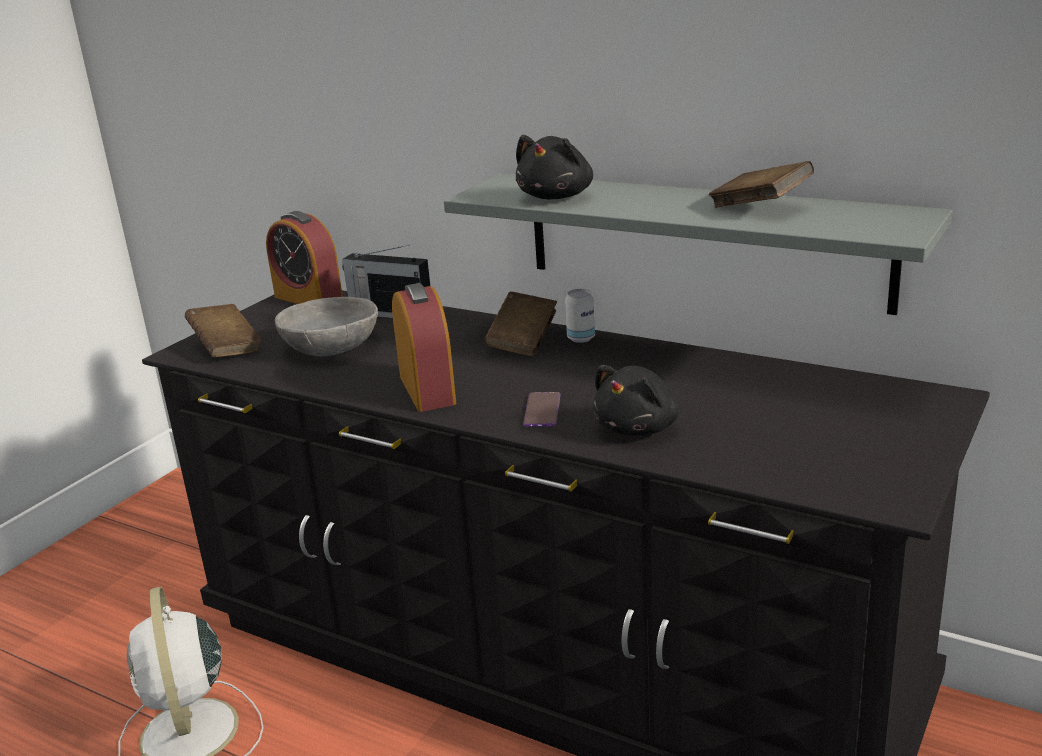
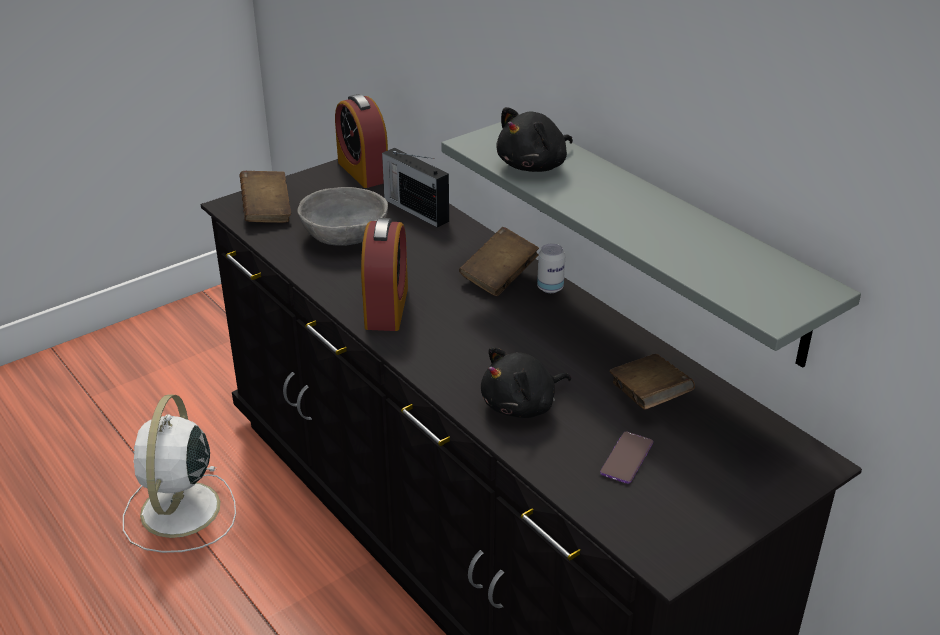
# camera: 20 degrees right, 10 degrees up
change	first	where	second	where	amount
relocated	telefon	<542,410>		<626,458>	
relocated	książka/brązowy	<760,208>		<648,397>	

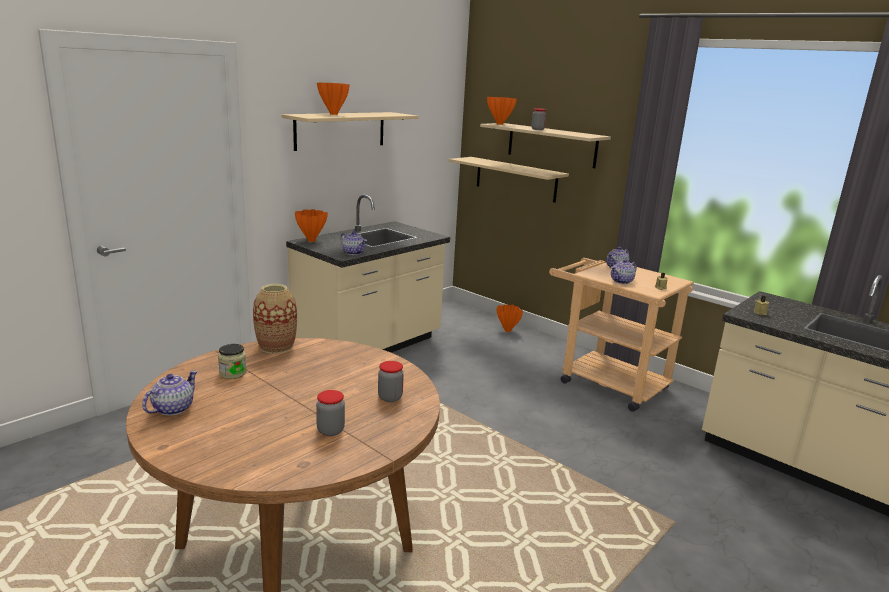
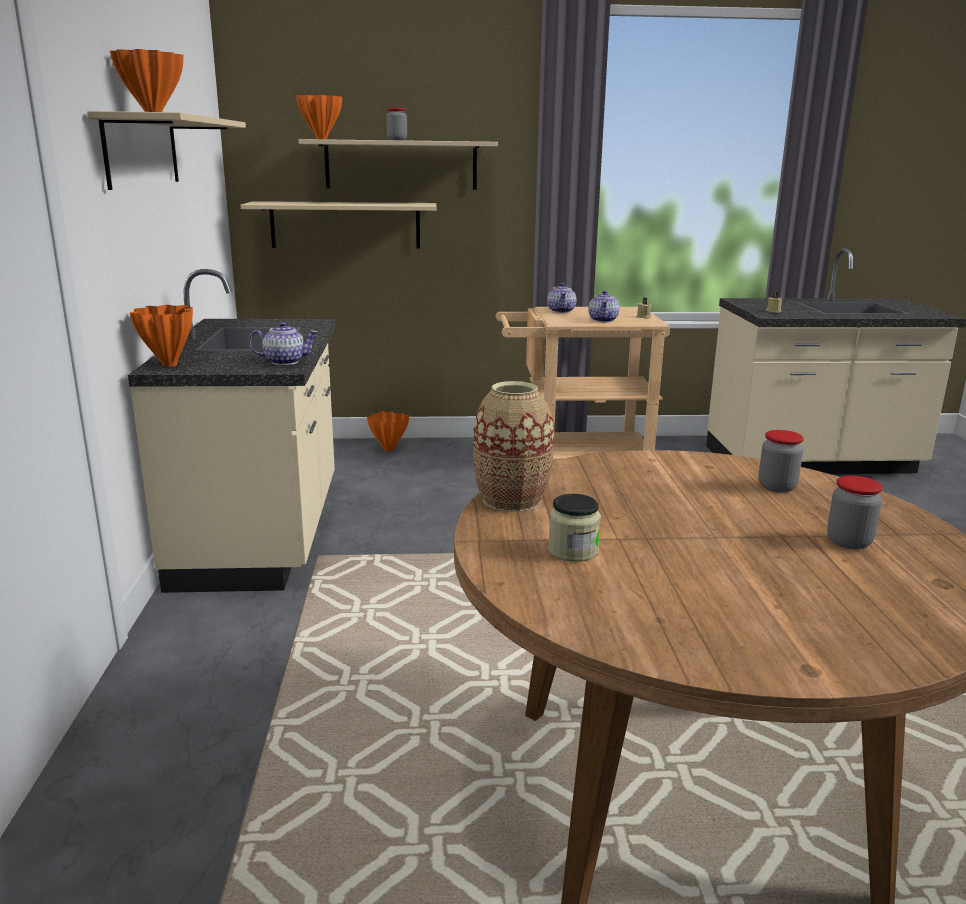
# camera: 45 degrees left, 0 degrees up
change	first	where	second	where	amount
missing	imbryk	<172,409>			

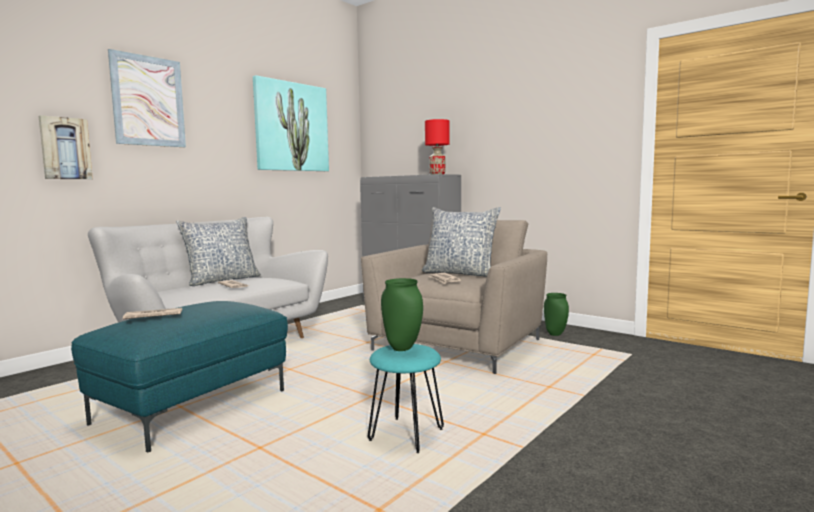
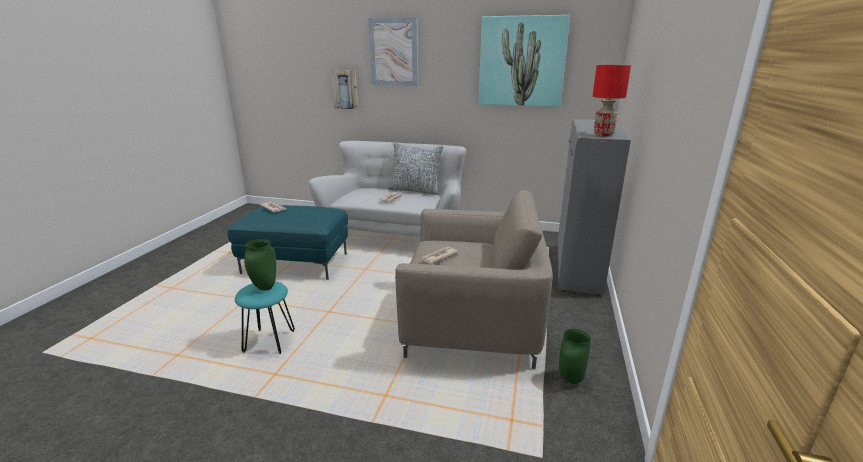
# camera: 65 degrees right, 15 degrees up
change	first	where	second	where	amount
missing	poduszka	<460,273>			

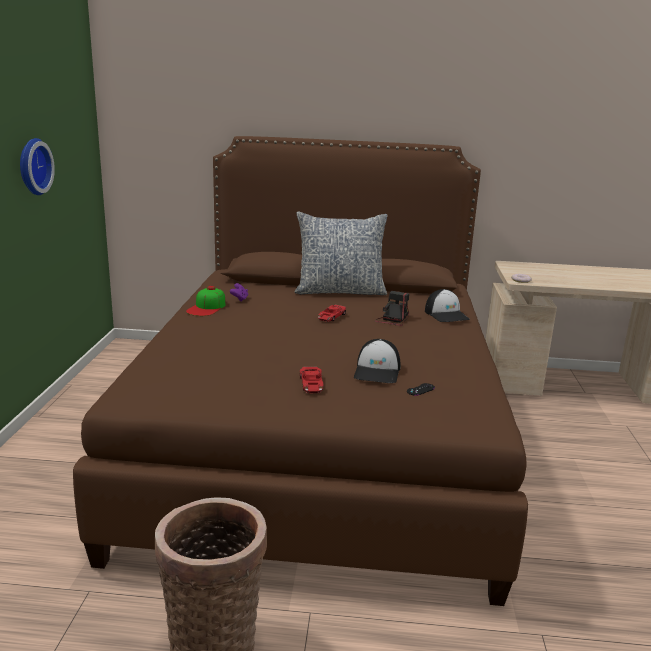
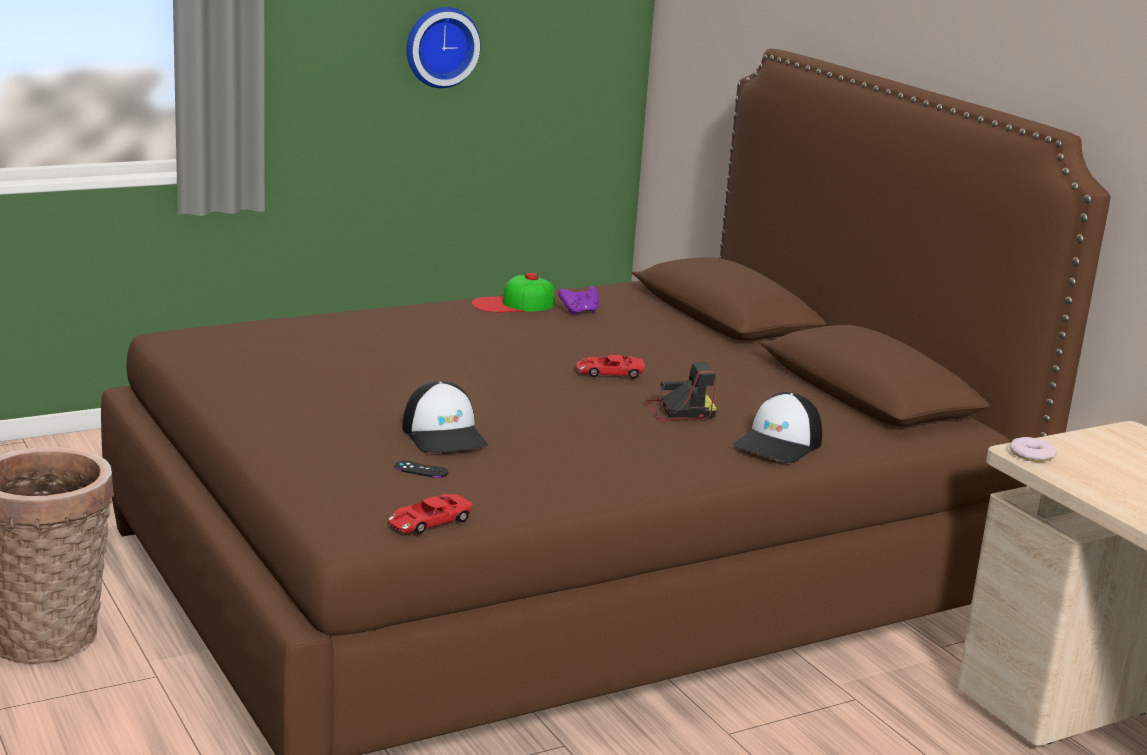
# camera: 55 degrees right, 0 degrees up
change	first	where	second	where	amount
missing	poduszka	<340,291>			
relocated	samochodzik/czerwony	<311,384>		<429,522>	
spun	czapka z daszkiem	<377,371>		<445,435>	90 degrees counterclockwise

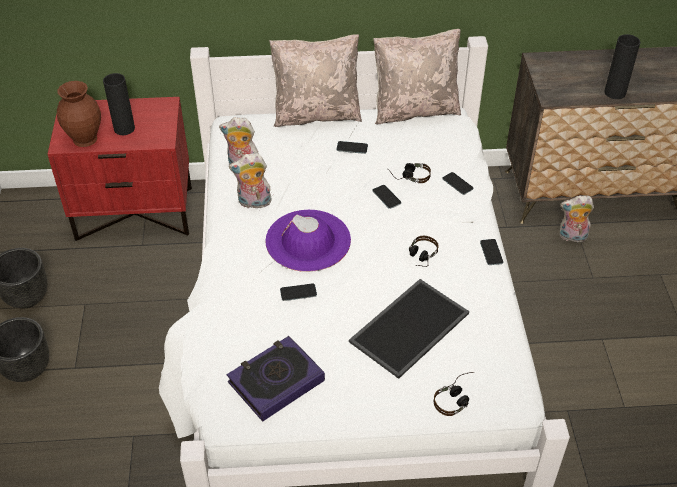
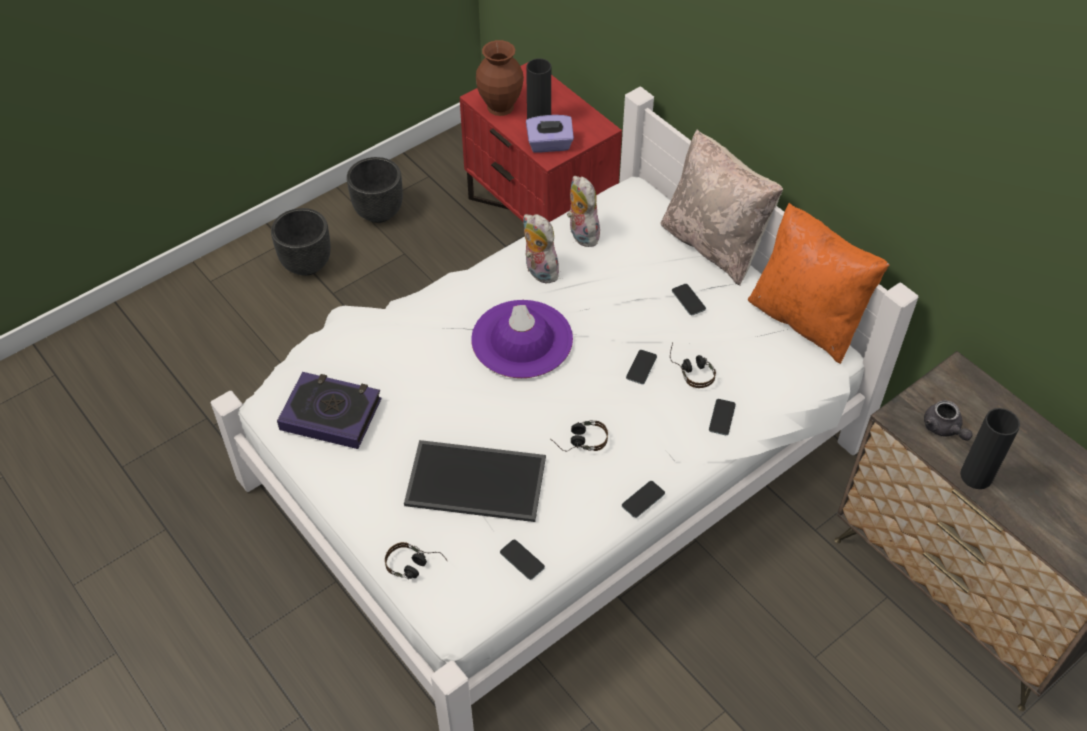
# camera: 55 degrees right, 5 degrees up
change	first	where	second	where	amount
relocated	telefon	<298,292>		<522,559>	
colour	poduszka/beżowy	<415,110>	poduszka/pomarańczowy	<806,319>	
missing	pluszak	<572,237>			
appeared			pudełko chusteczek/fioletowy	<549,145>	
appeared			imbryk/szary	<944,429>	

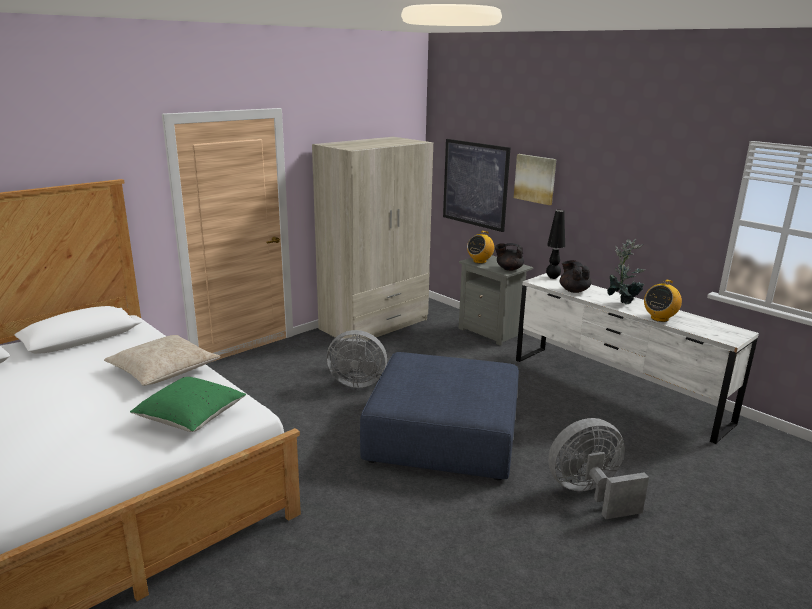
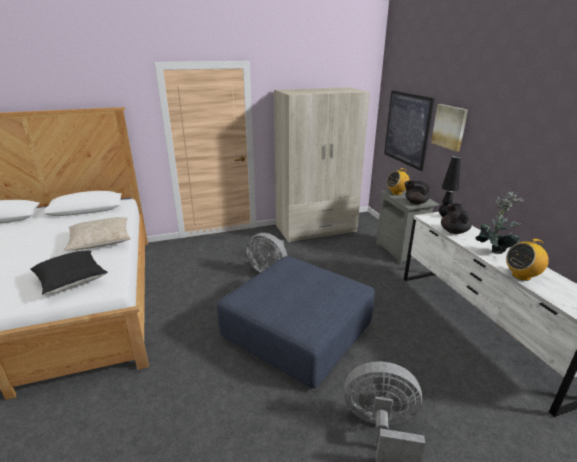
# camera: 25 degrees right, 5 degrees up
change	first	where	second	where	amount
colour	poduszka/zielony	<191,418>	poduszka/czarny	<72,281>	

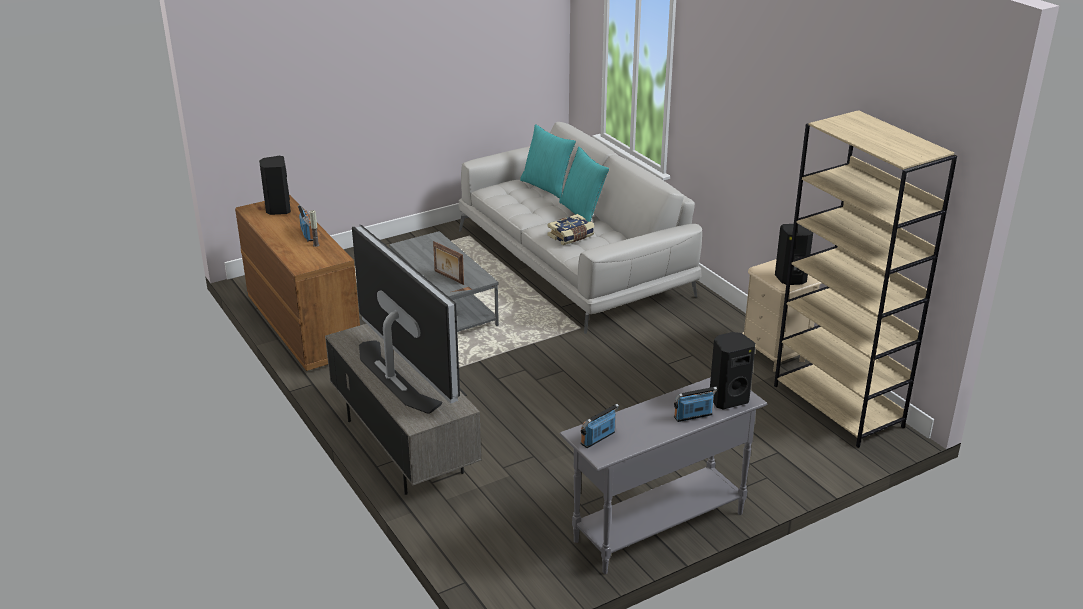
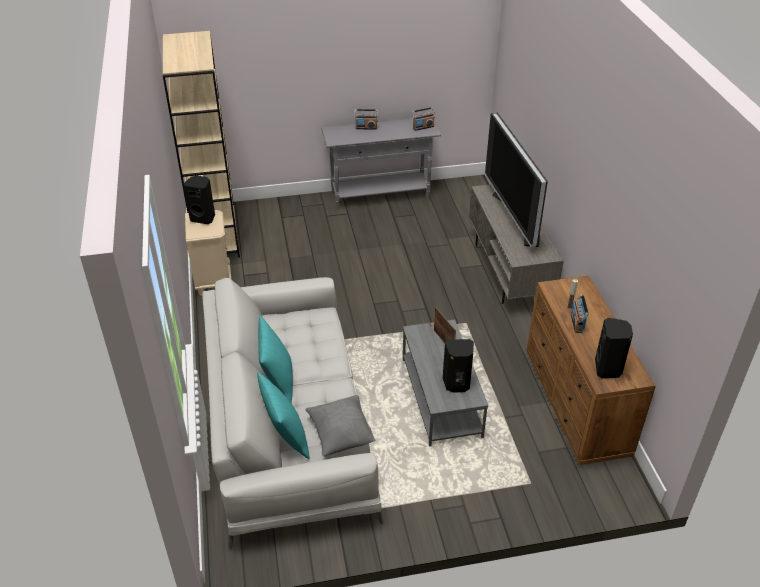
# camera: 160 degrees left, 10 degrees up
change	first	where	second	where	amount
missing	książka	<571,236>			
relocated	głośnik/czarny	<727,399>		<457,384>	
appeared			poduszka/szary	<341,434>	

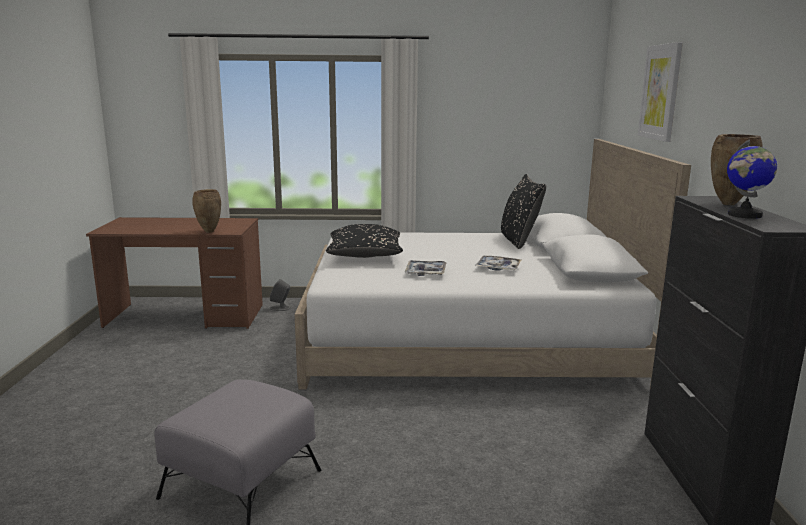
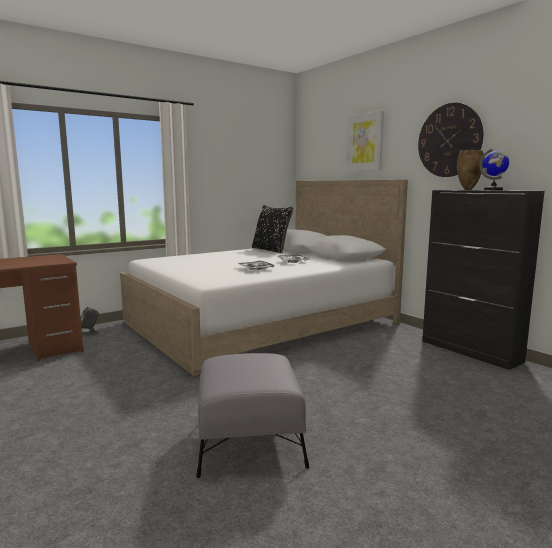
# camera: 35 degrees left, 5 degrees down
change	first	where	second	where	amount
missing	wazon/brązowy	<208,232>			
missing	poduszka/czarny	<365,256>			
appeared			zegar ścienny	<449,140>	

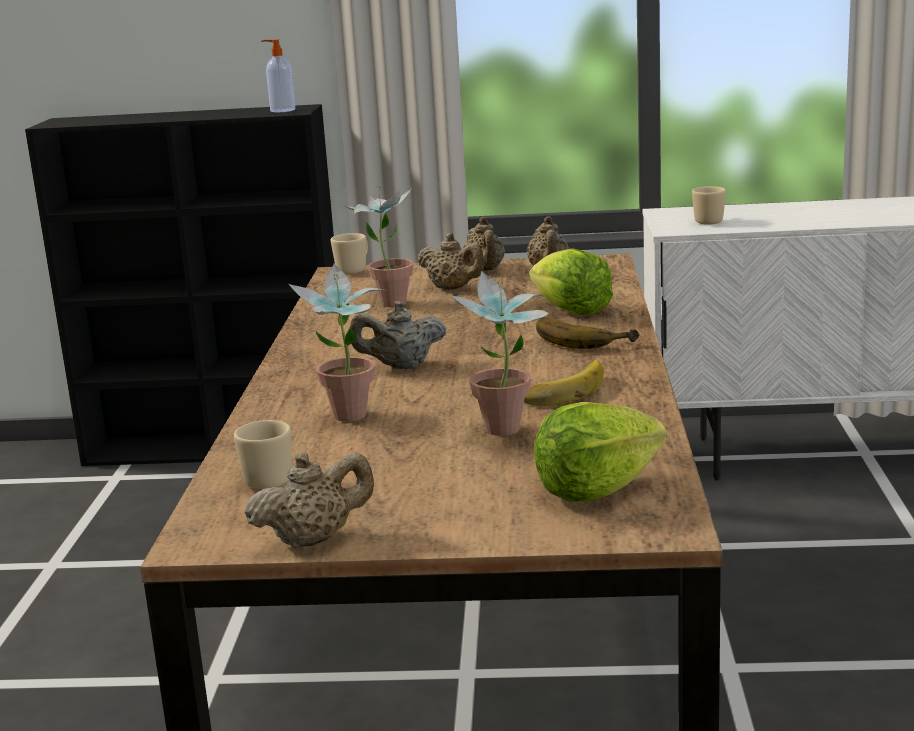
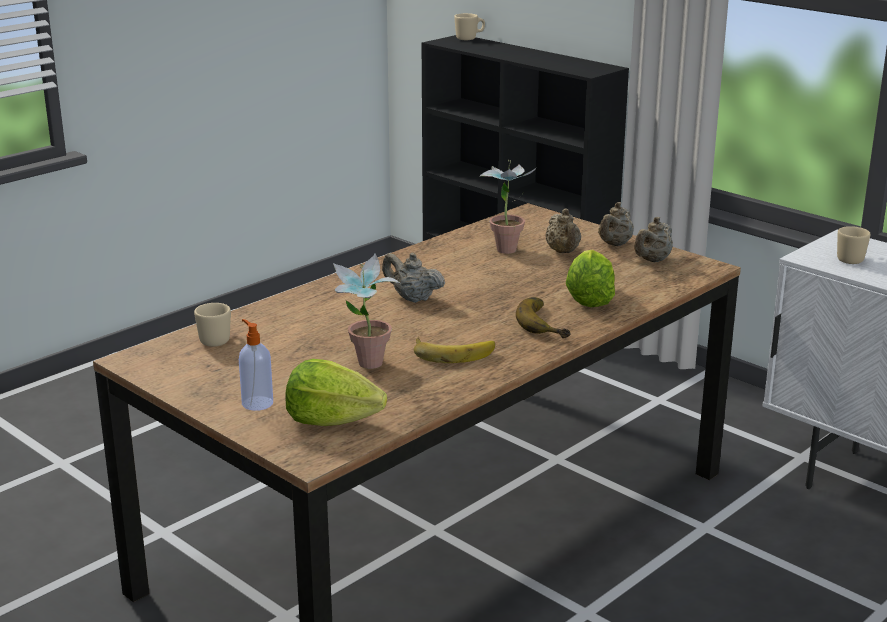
# camera: 40 degrees right, 5 degrees up
change	first	where	second	where	amount
missing	imbryk/beżowy	<314,539>			
relocated	dozownik mydła	<281,110>		<256,403>	
missing	roślina doniczkowa	<349,420>			
relocated	kubek/beżowy	<354,270>		<469,38>	

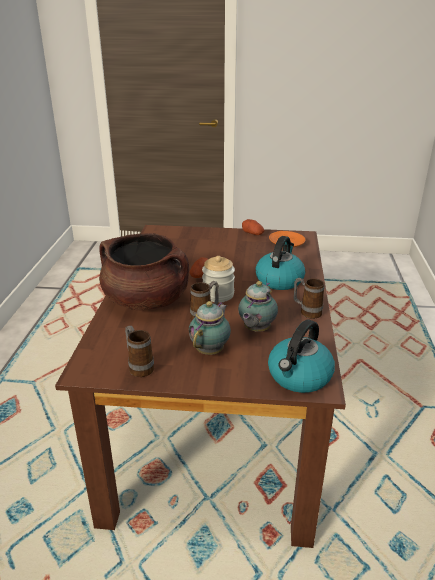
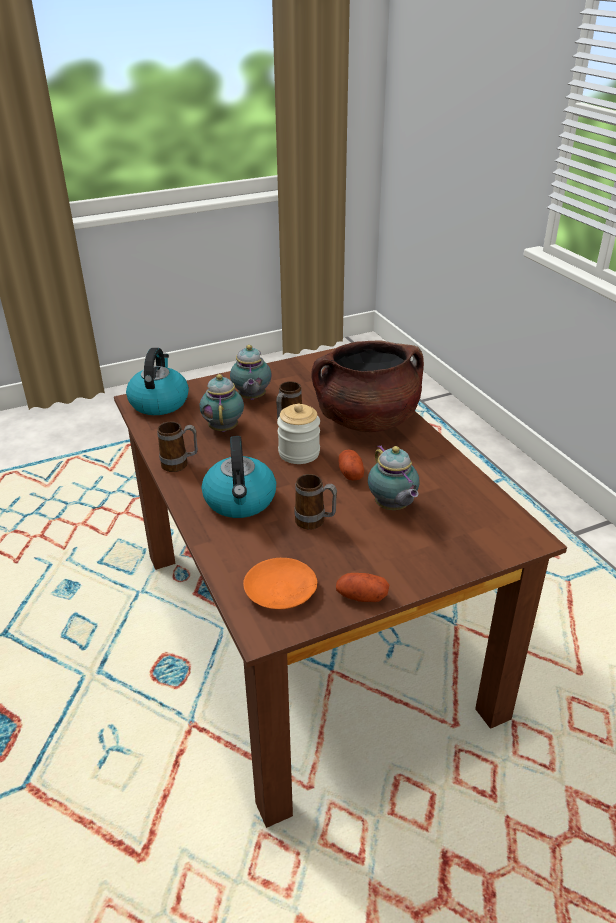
# camera: 150 degrees right, 5 degrees up
change	first	where	second	where	amount
relocated	kubek	<139,367>		<315,522>	
appeared			imbryk	<392,507>	

